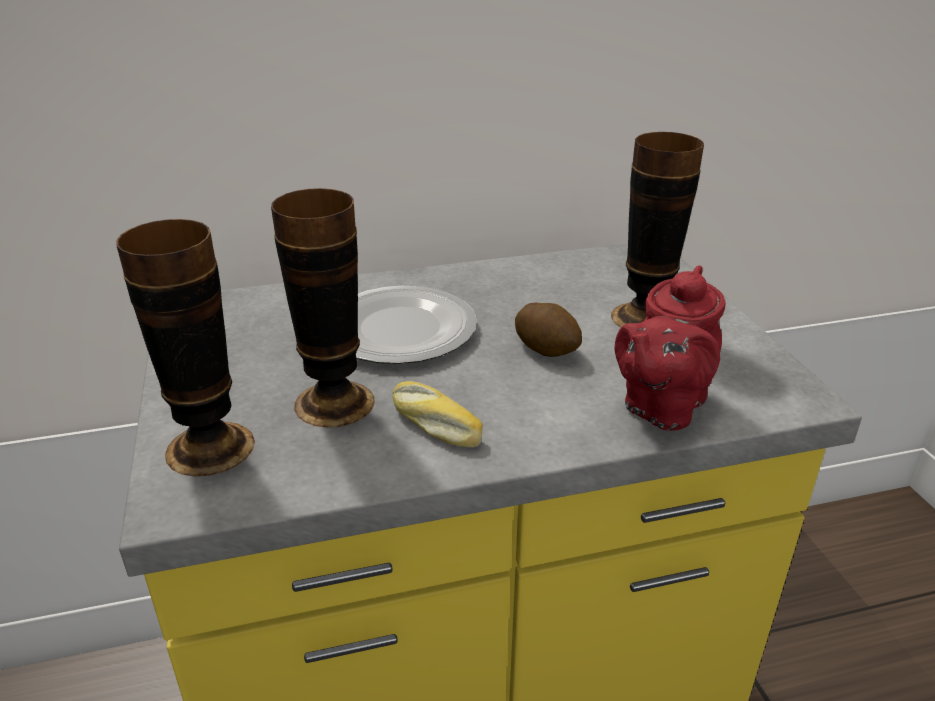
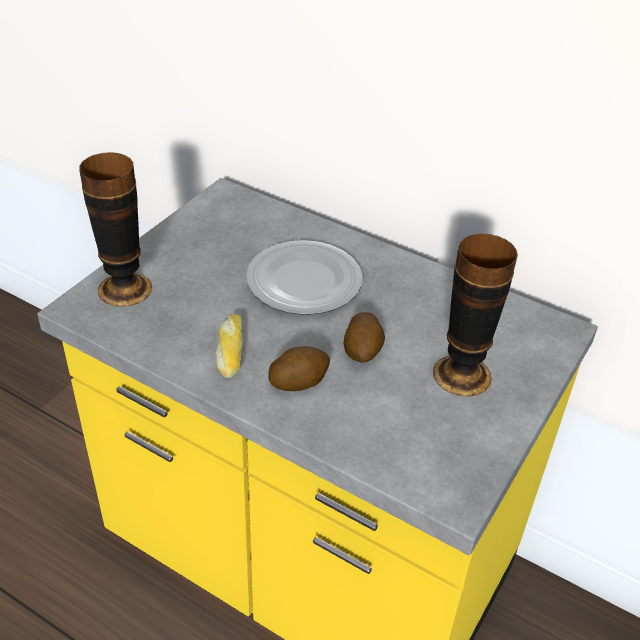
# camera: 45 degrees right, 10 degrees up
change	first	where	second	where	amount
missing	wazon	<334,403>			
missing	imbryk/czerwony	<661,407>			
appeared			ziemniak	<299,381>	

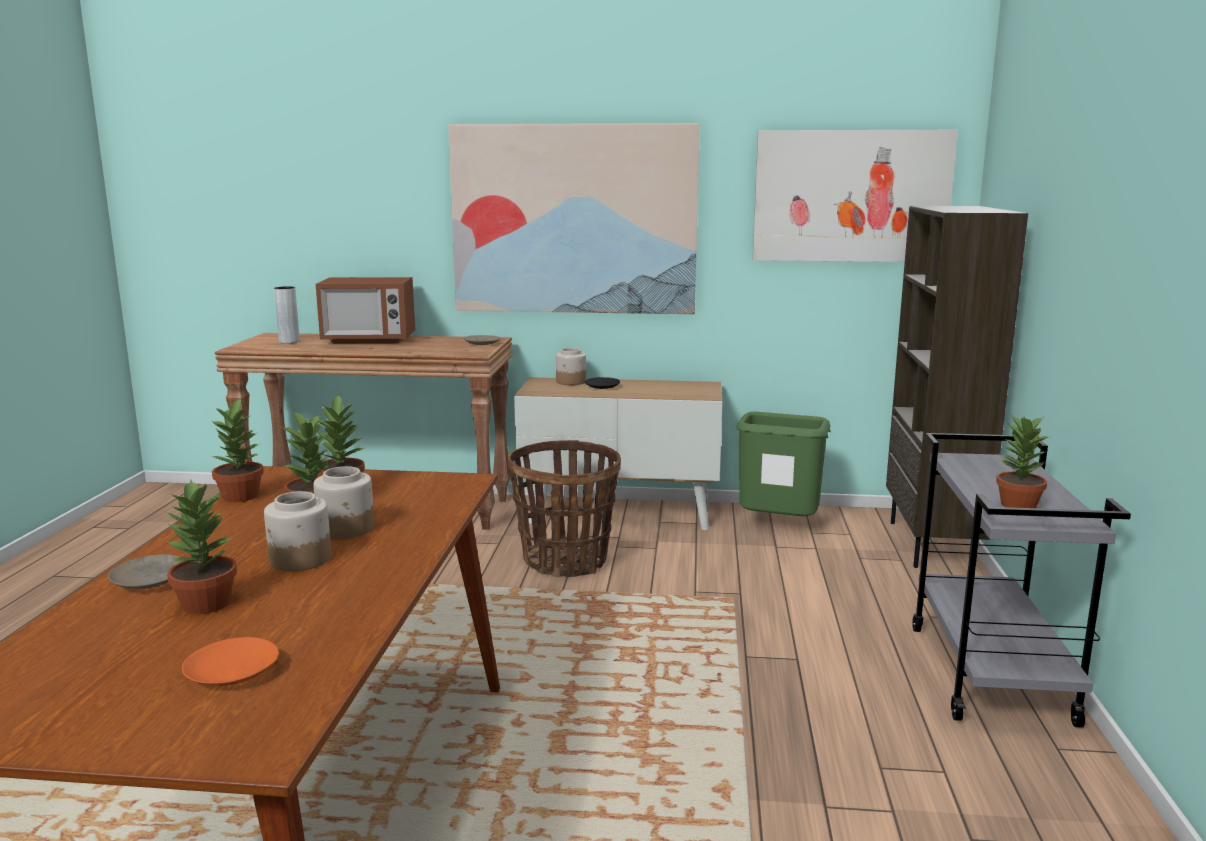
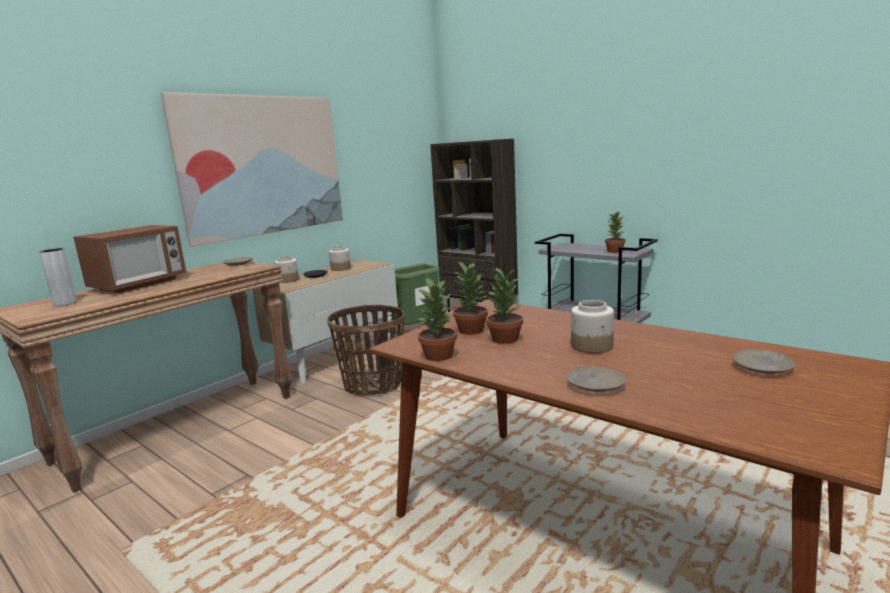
# camera: 55 degrees left, 0 degrees up
change	first	where	second	where	amount
missing	roślina doniczkowa	<205,604>			
colour	talerz/pomarańczowy	<233,672>	talerz/beżowy	<762,367>	
relocated	słoik	<346,529>		<341,268>	
missing	obraz	<851,196>			

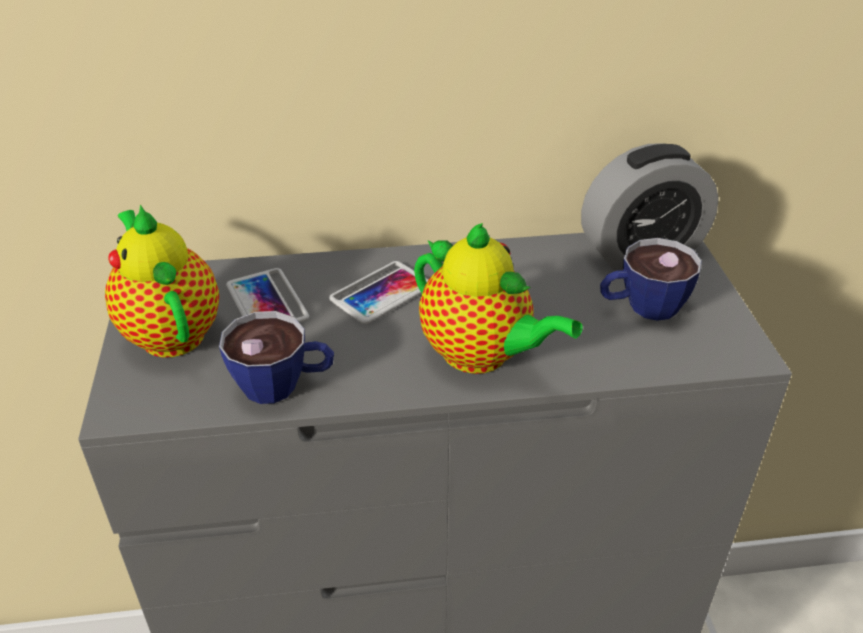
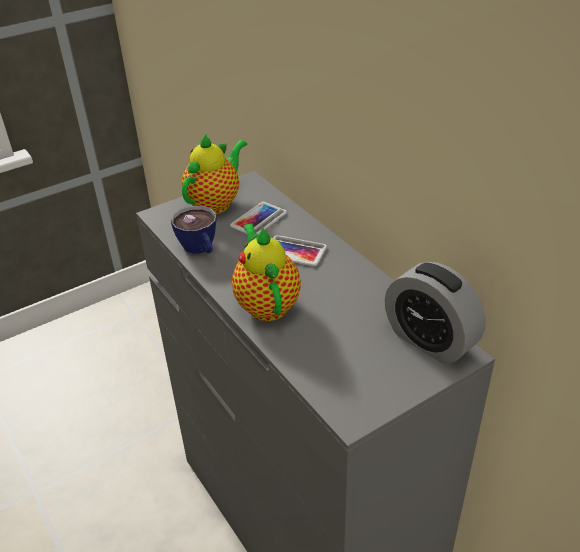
# camera: 65 degrees right, 0 degrees up
change	first	where	second	where	amount
spun	imbryk	<481,356>		<266,304>	150 degrees clockwise
missing	filiżanka	<641,307>			

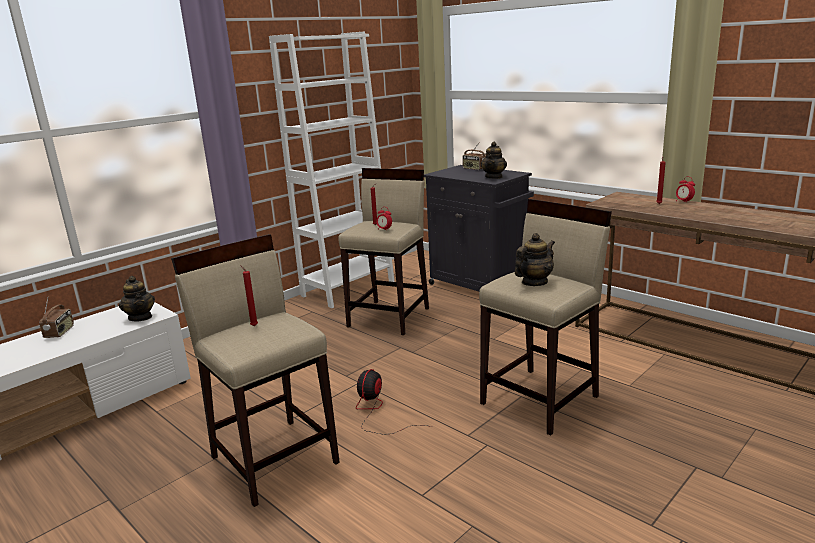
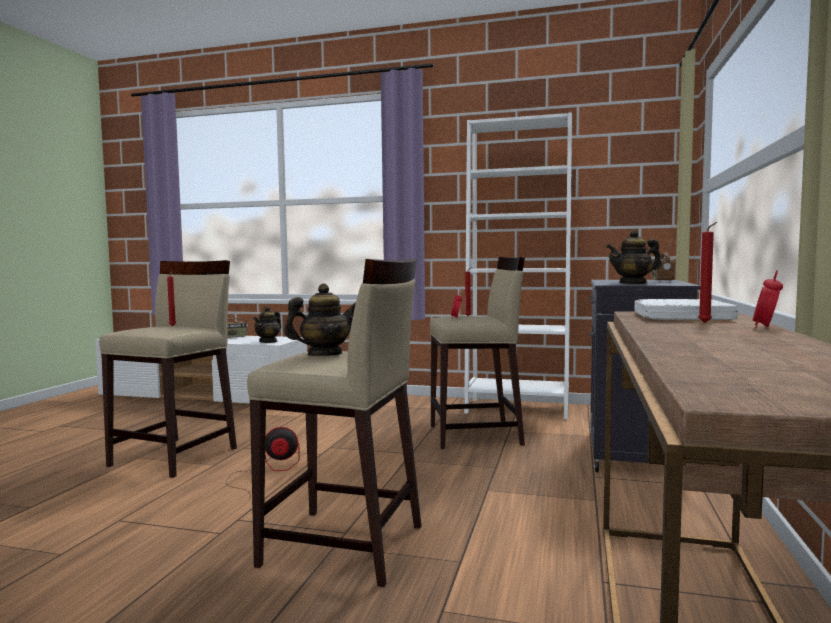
# camera: 60 degrees right, 15 degrees down
change	first	where	second	where	amount
spun	imbryk	<534,282>		<324,355>	45 degrees counterclockwise
appeared			książka/biały	<682,317>	

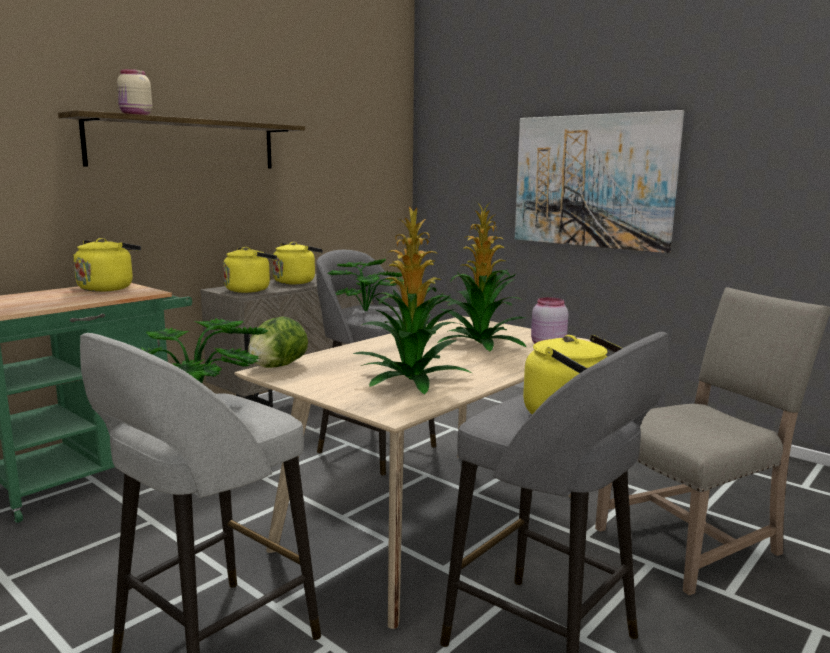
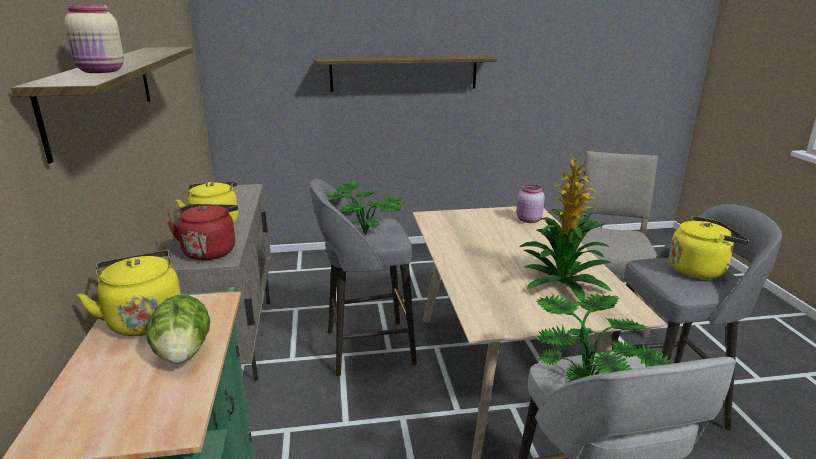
# camera: 50 degrees left, 10 degrees up
change	first	where	second	where	amount
colour	czajnik/żółty	<250,290>	czajnik/czerwony	<210,251>	
relocated	sałata	<277,366>		<184,353>	
missing	roślina doniczkowa	<479,343>			
exchanged	obraz	<592,181>	półka	<404,73>	

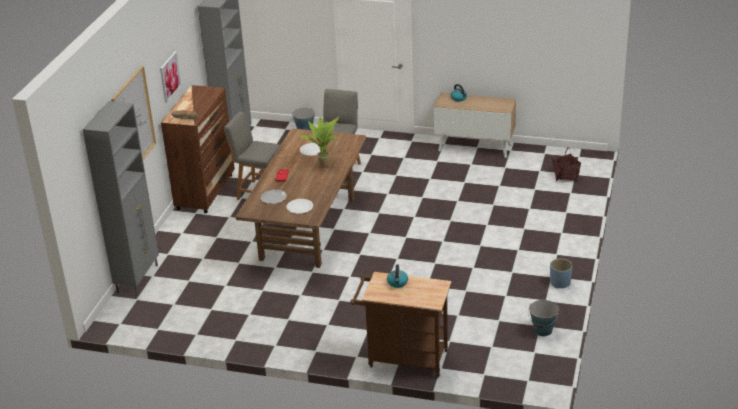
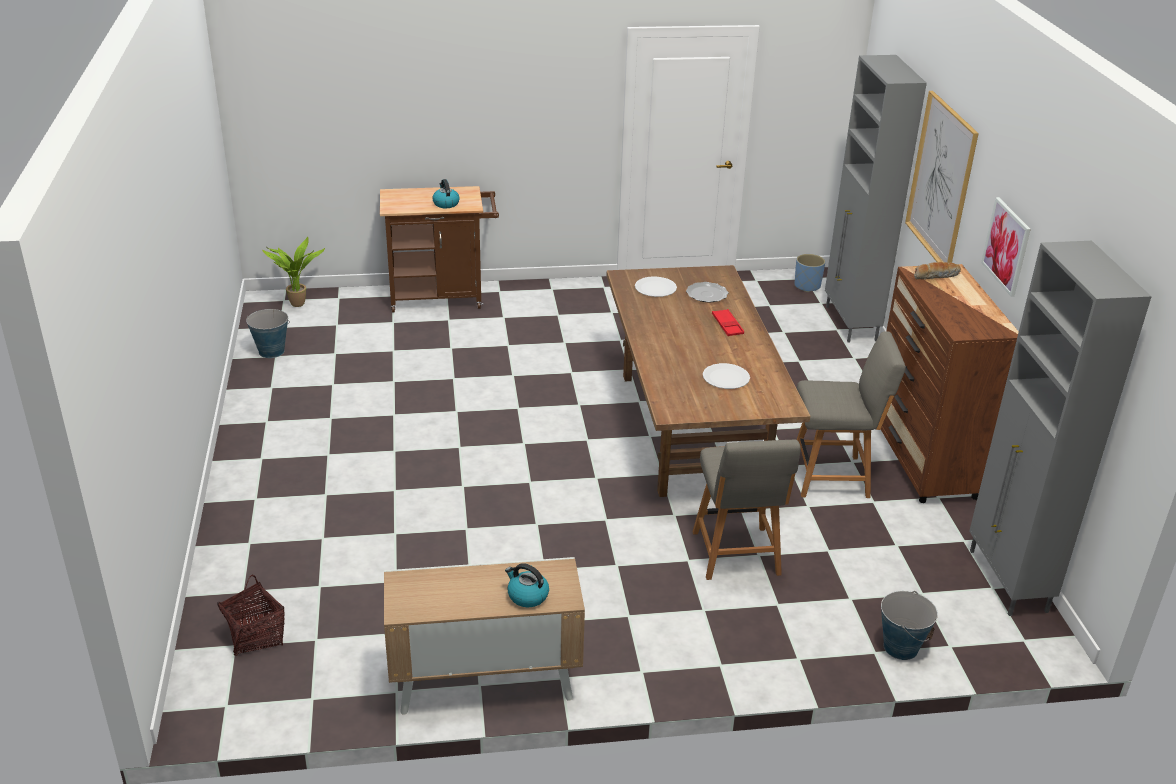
# camera: 155 degrees right, 0 degrees up
change	first	where	second	where	amount
relocated	roślina doniczkowa	<324,165>		<298,305>	
relocated	donica/niebieski	<560,283>		<807,286>	

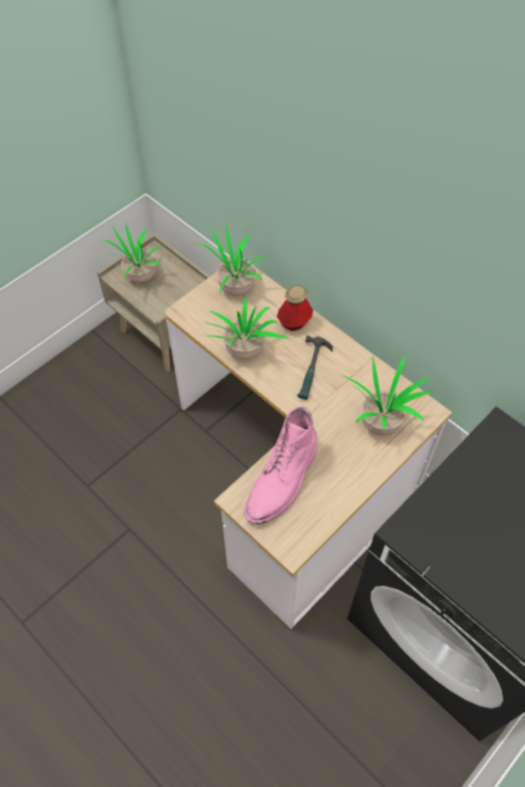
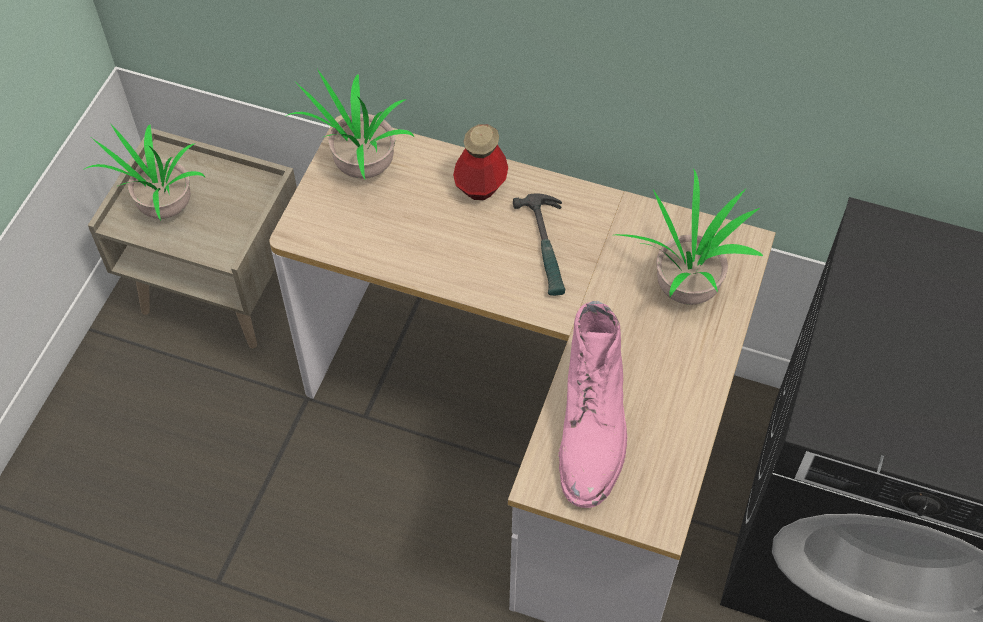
# camera: 25 degrees left, 0 degrees up
change	first	where	second	where	amount
missing	roślina doniczkowa	<244,354>			

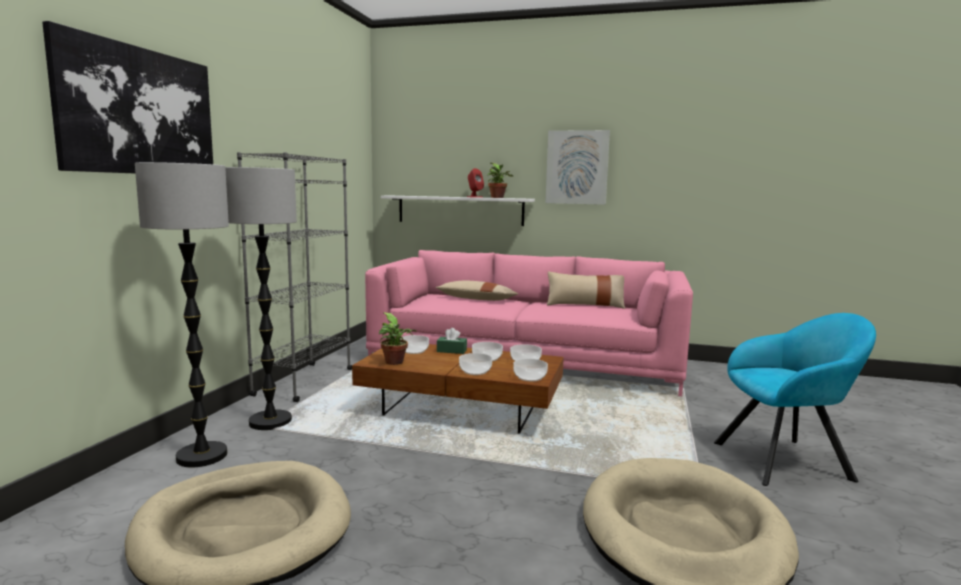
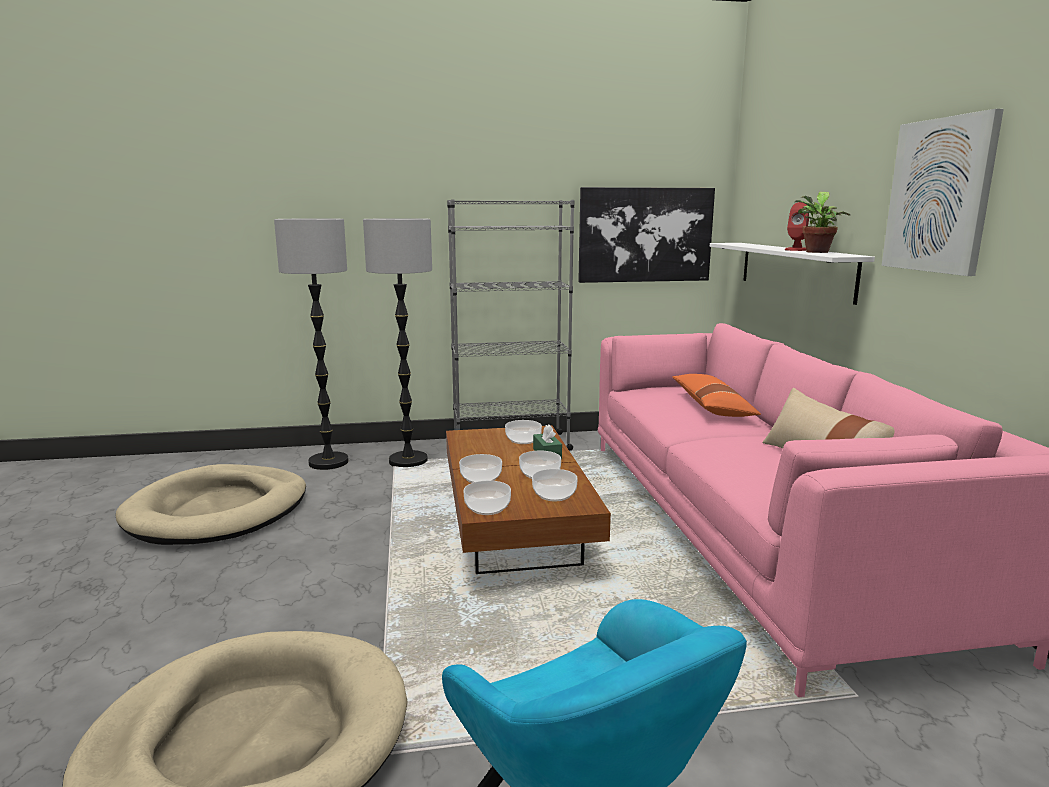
# camera: 65 degrees right, 5 degrees up
change	first	where	second	where	amount
relocated	obraz	<139,111>		<645,235>	
missing	roślina doniczkowa	<395,363>			
colour	poduszka/beżowy	<476,299>	poduszka/pomarańczowy	<712,407>	

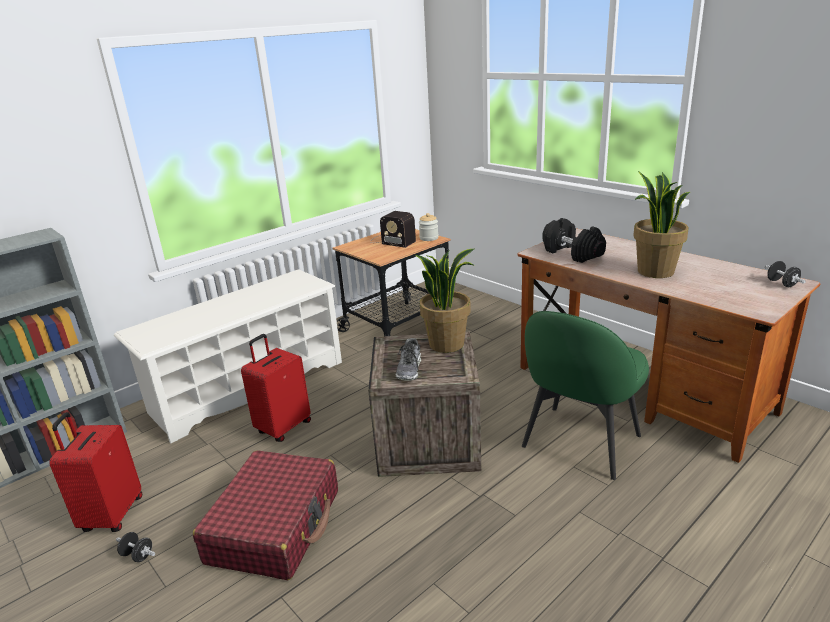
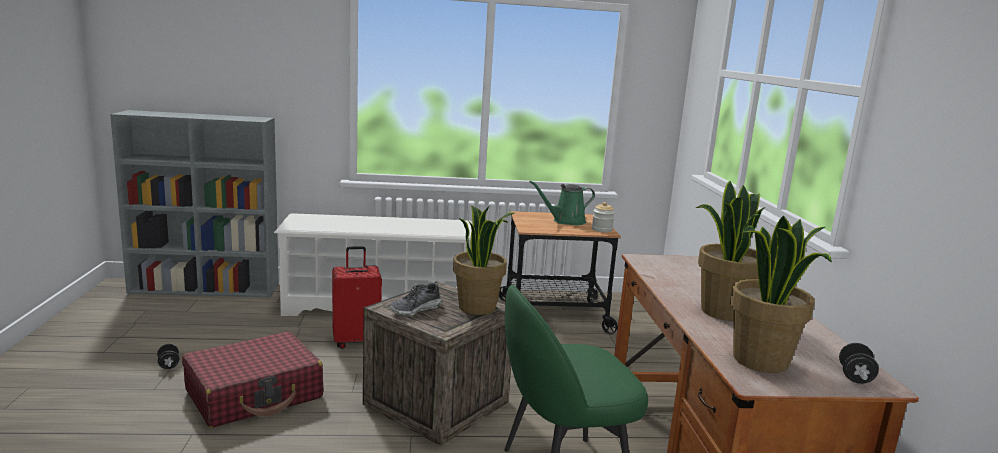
# camera: 35 degrees right, 10 degrees down
change	first	where	second	where	amount
missing	walizka/czerwony	<111,515>			
exchanged	radio	<391,240>	konewka/zielony	<566,221>	
missing	hantel/czarny	<573,253>			
appeared			roślina doniczkowa	<761,361>	

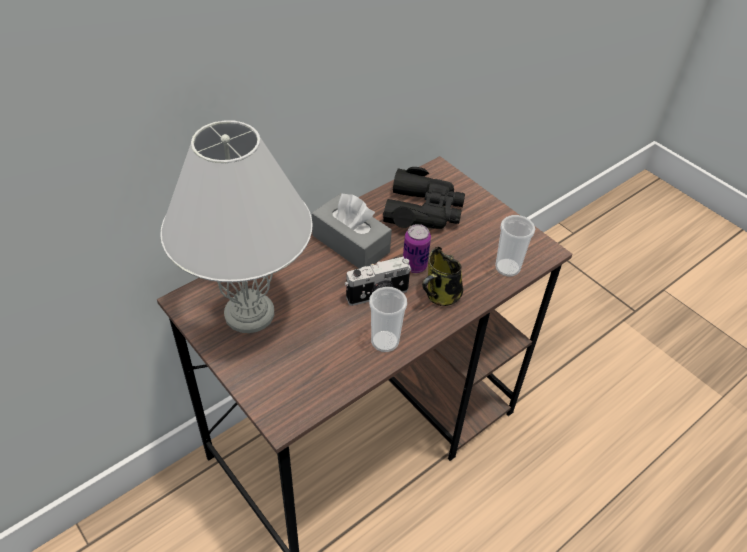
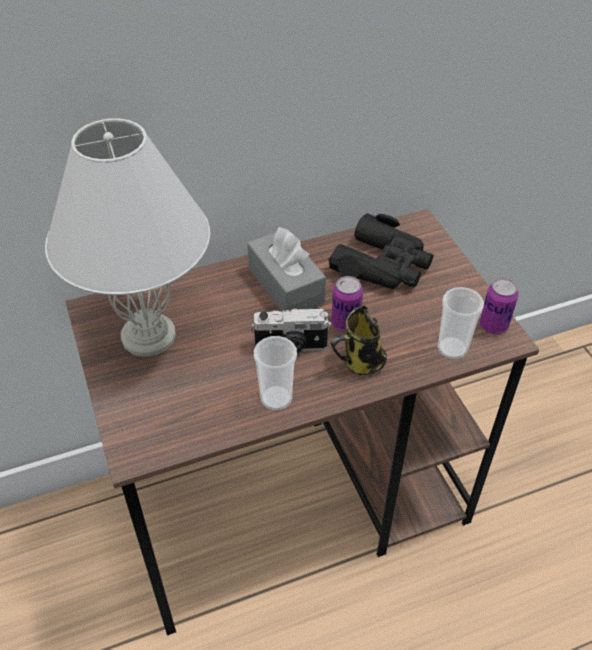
# camera: 20 degrees right, 0 degrees up
change	first	where	second	where	amount
appeared			puszka	<493,325>	

